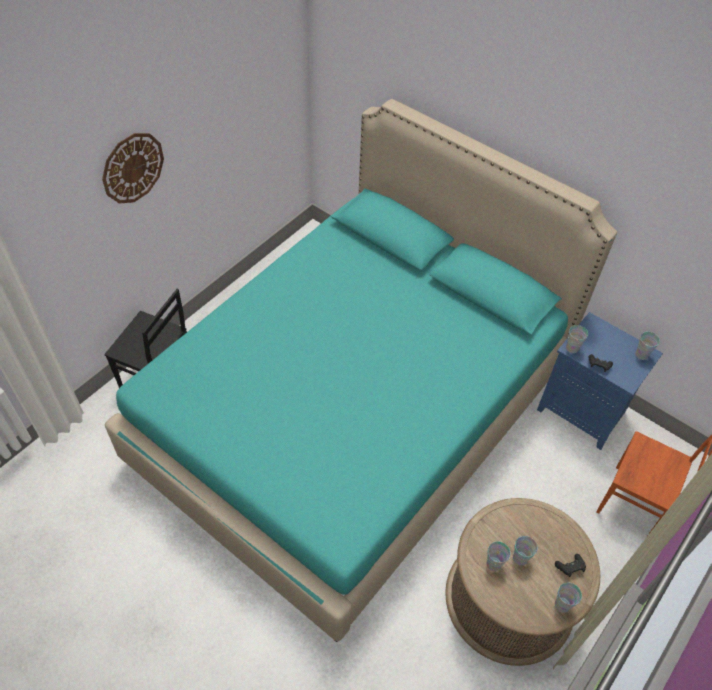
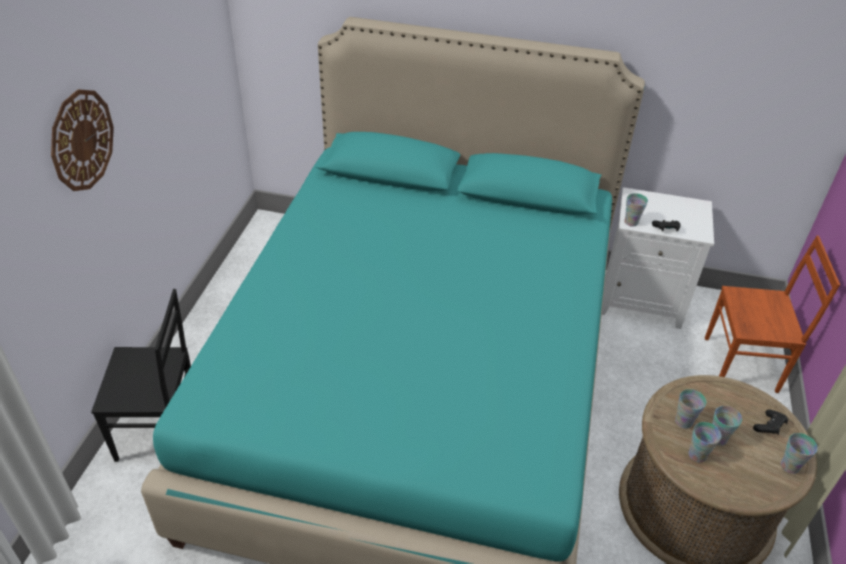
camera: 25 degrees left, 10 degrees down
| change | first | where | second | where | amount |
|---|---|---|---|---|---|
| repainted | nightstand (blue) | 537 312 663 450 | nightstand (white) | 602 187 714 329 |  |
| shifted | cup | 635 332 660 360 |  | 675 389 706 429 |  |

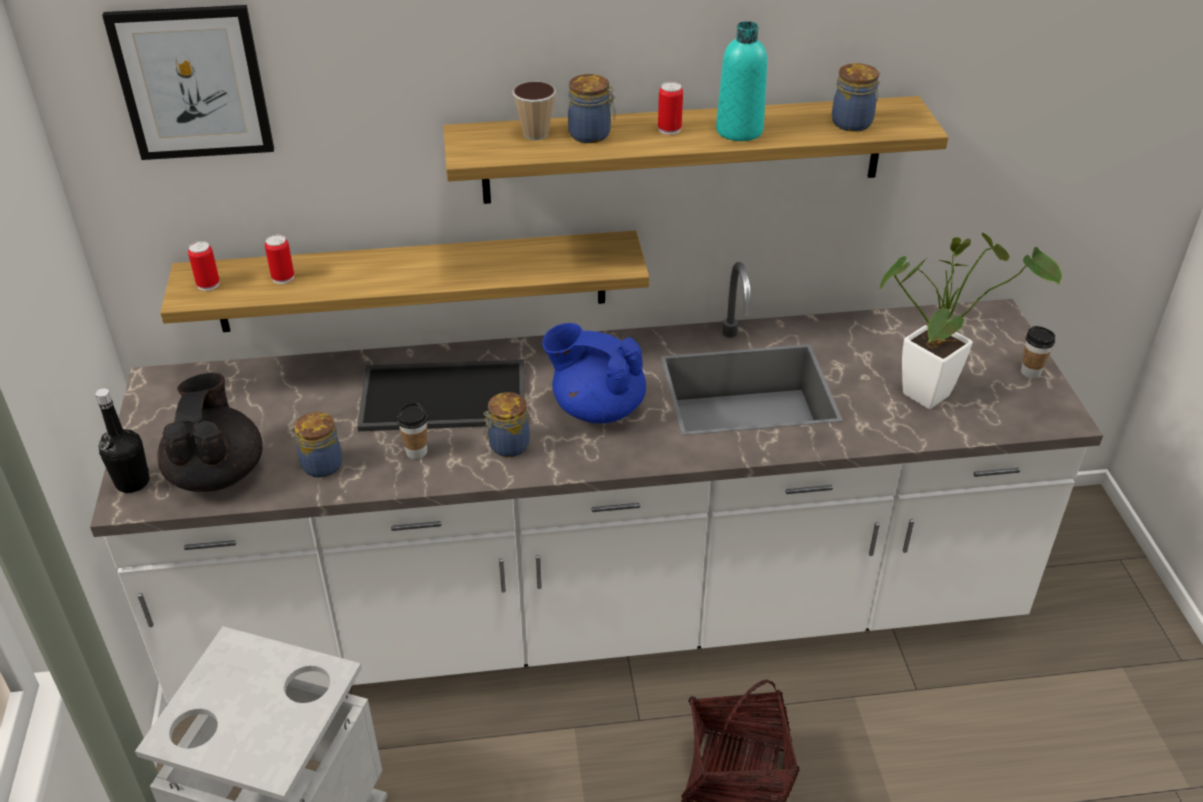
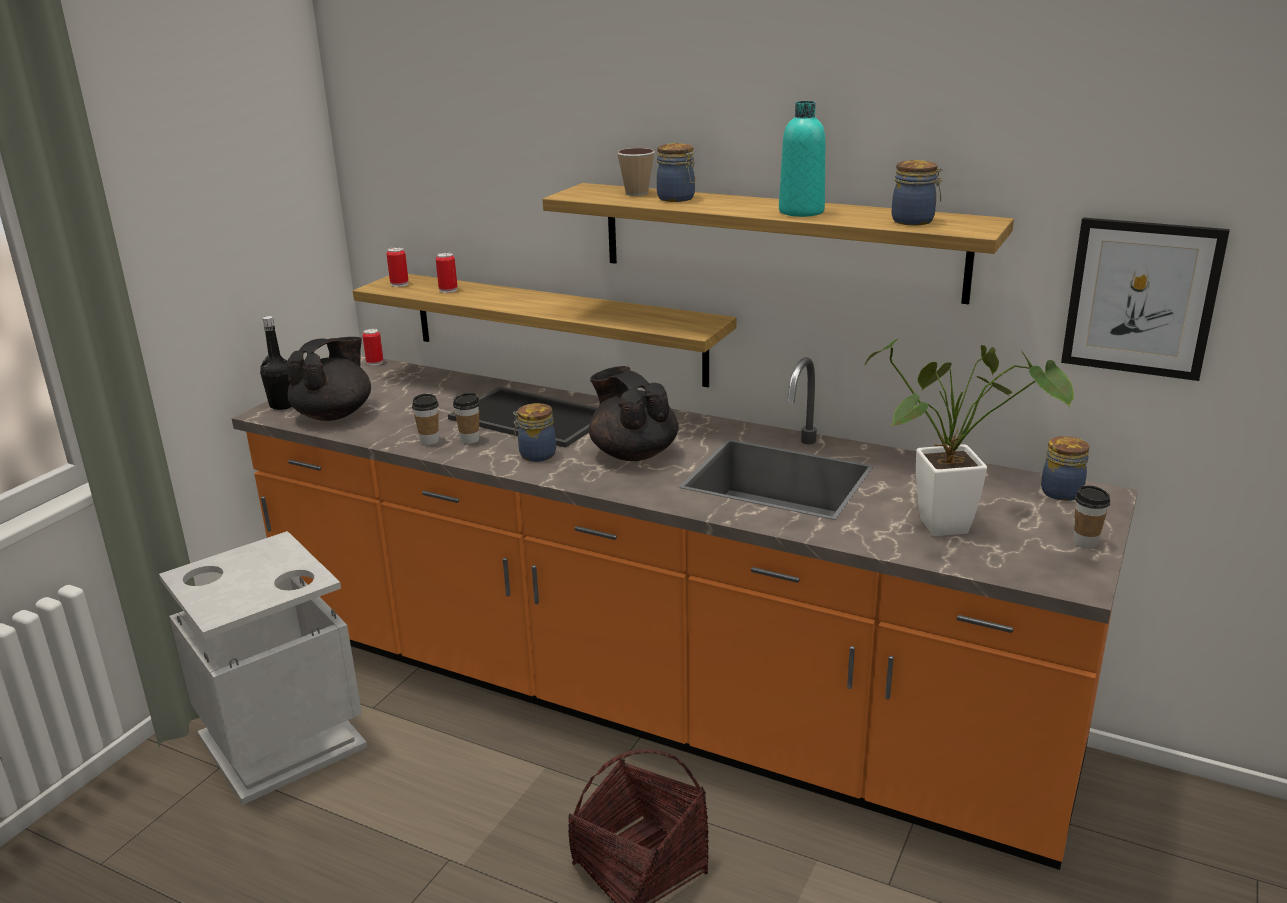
camera: 35 degrees right, 15 degrees down
| change | first | where | second | where | amount |
|---|---|---|---|---|---|
| repainted | counter (white) | 90 262 1103 704 | counter (orange) | 232 355 1138 870 |  |
| shifted | can | 658 82 683 135 |  | 362 329 383 366 |  |
| new |  |  | cup | 412 394 439 445 |  |
| repainted | teapot (blue) | 542 323 646 423 | teapot (black) | 589 366 679 461 |  |
| shifted | jar | 294 412 342 478 |  | 1041 436 1089 501 |  |
| shifted | picture | 102 5 274 160 |  | 1061 217 1230 381 |  |

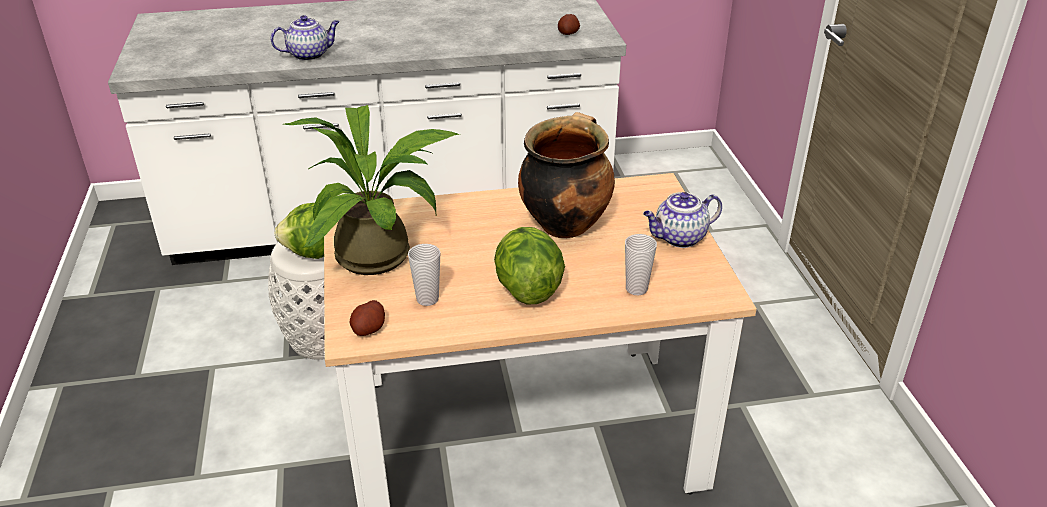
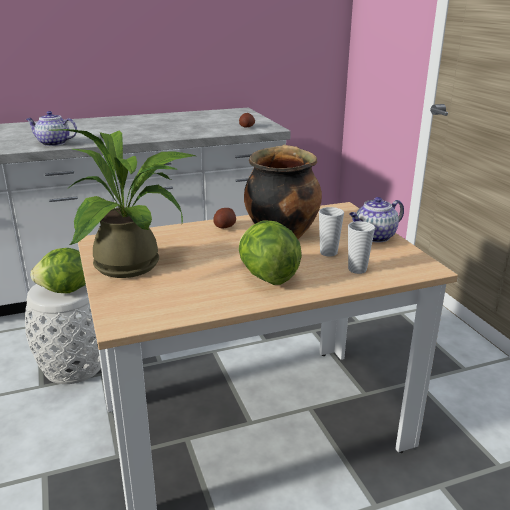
camera: 10 degrees left, 10 degrees down
| change | first | where | second | where | amount |
|---|---|---|---|---|---|
| rotated | teapot | 271 15 340 61 |  | 26 111 77 146 | 135 degrees counterclockwise |
| shifted | potato | 350 300 385 336 |  | 213 208 236 229 |  |
| shifted | cup | 408 244 440 306 |  | 319 207 344 257 |  |

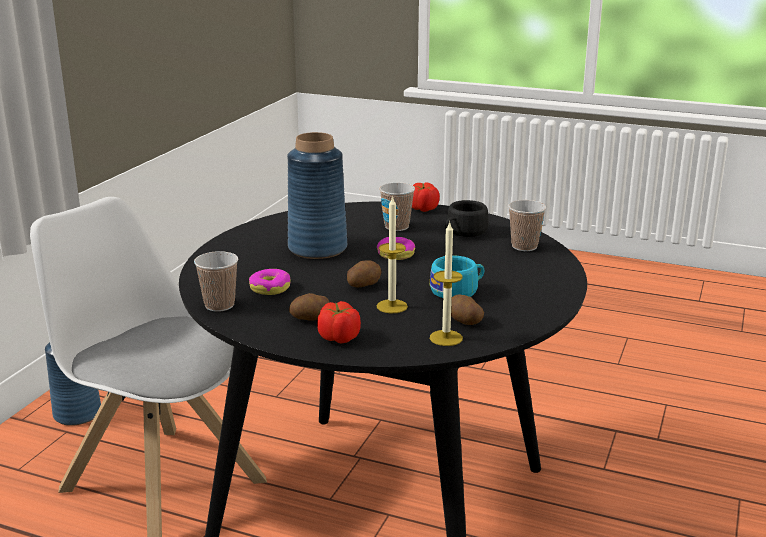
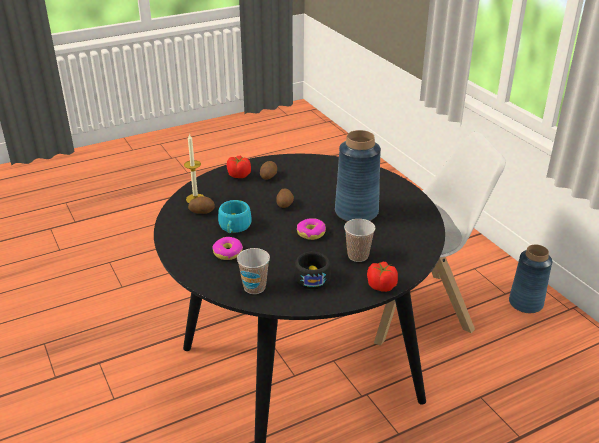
camera: 130 degrees right, 10 degrees up
| change | first | where | second | where | amount |
|---|---|---|---|---|---|
| shifted | donut | 249 269 291 295 |  | 212 237 243 260 |  |
| gone | cup | 194 251 238 312 |  |  |  |
| gone | candle | 377 196 408 314 |  |  |  |

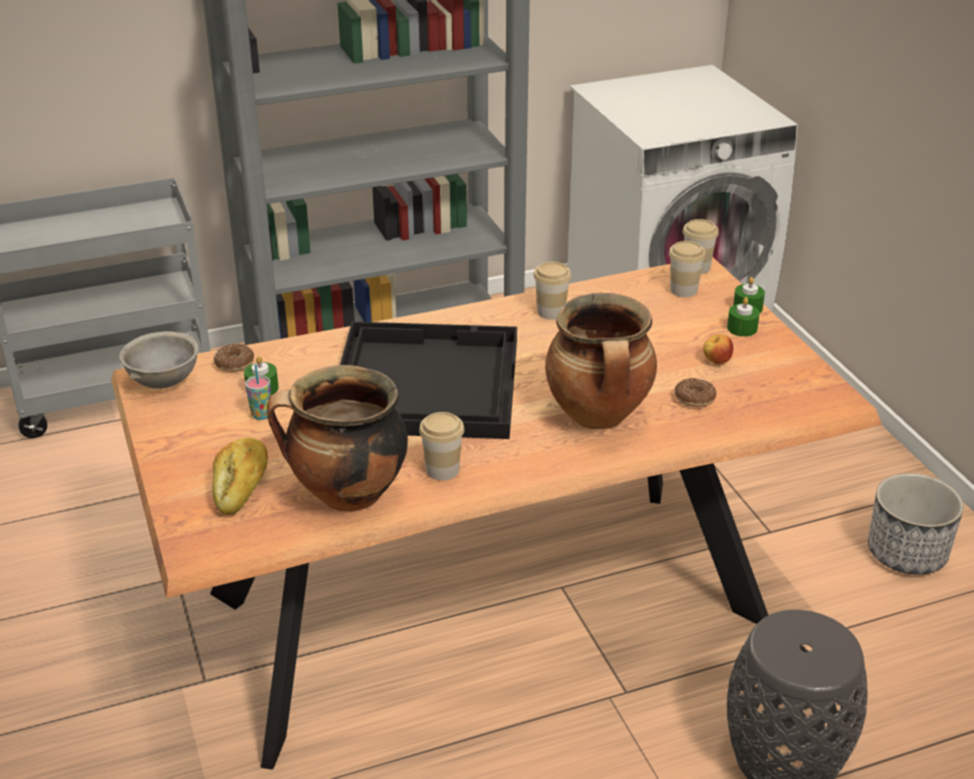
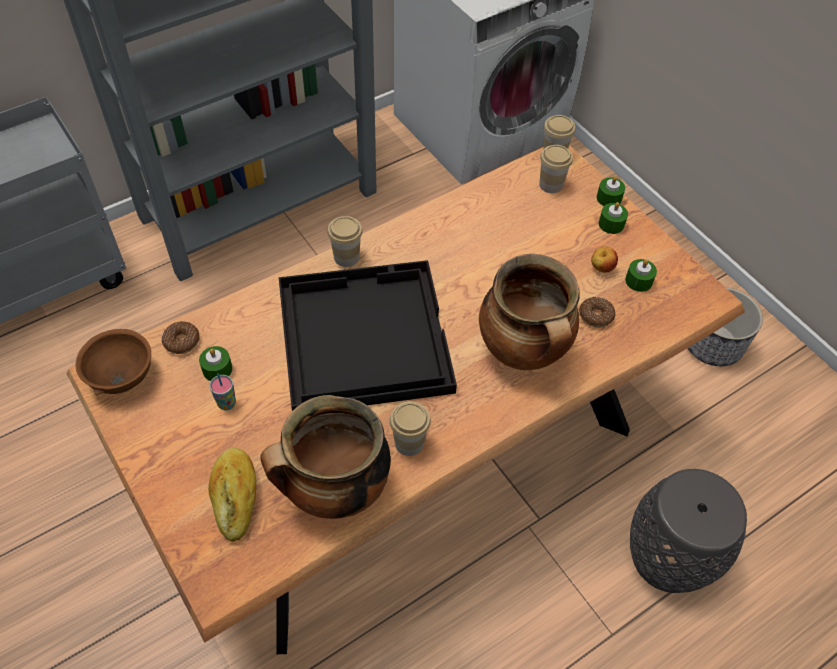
camera: 15 degrees left, 20 degrees up
| change | first | where | second | where | amount |
|---|---|---|---|---|---|
| repainted | bowl (grey) | 119 331 199 389 | bowl (brown) | 75 329 151 395 |  |
| shifted | cup | 534 262 571 320 |  | 327 216 363 267 |  |
| new |  |  | candle (green) | 625 259 657 292 |  |

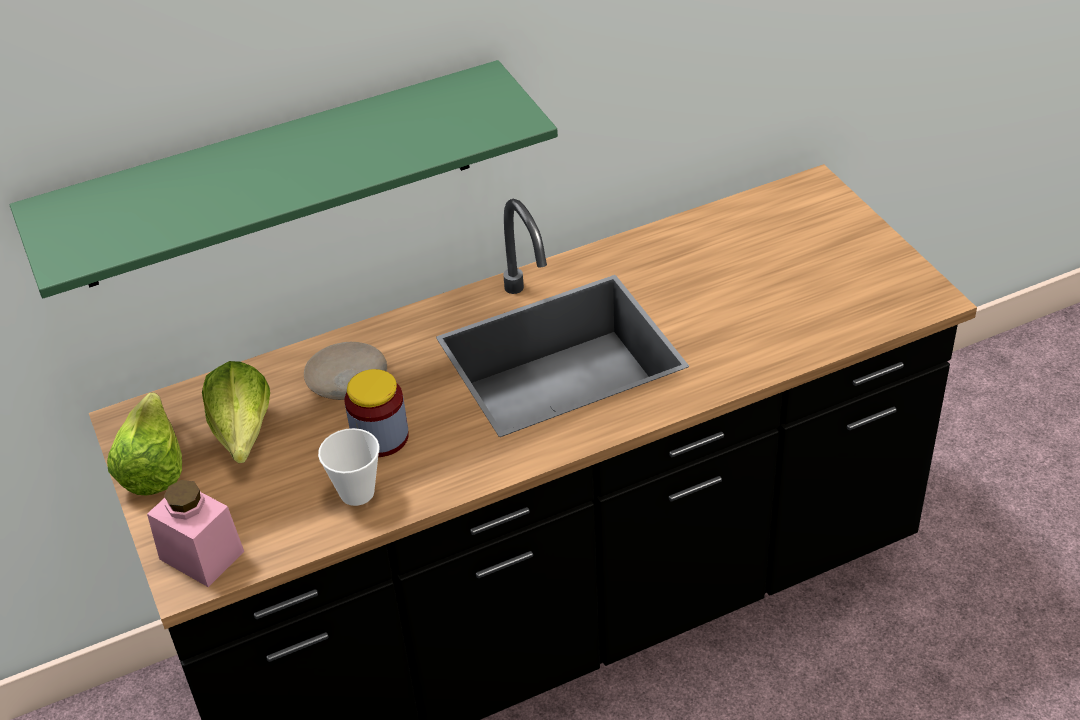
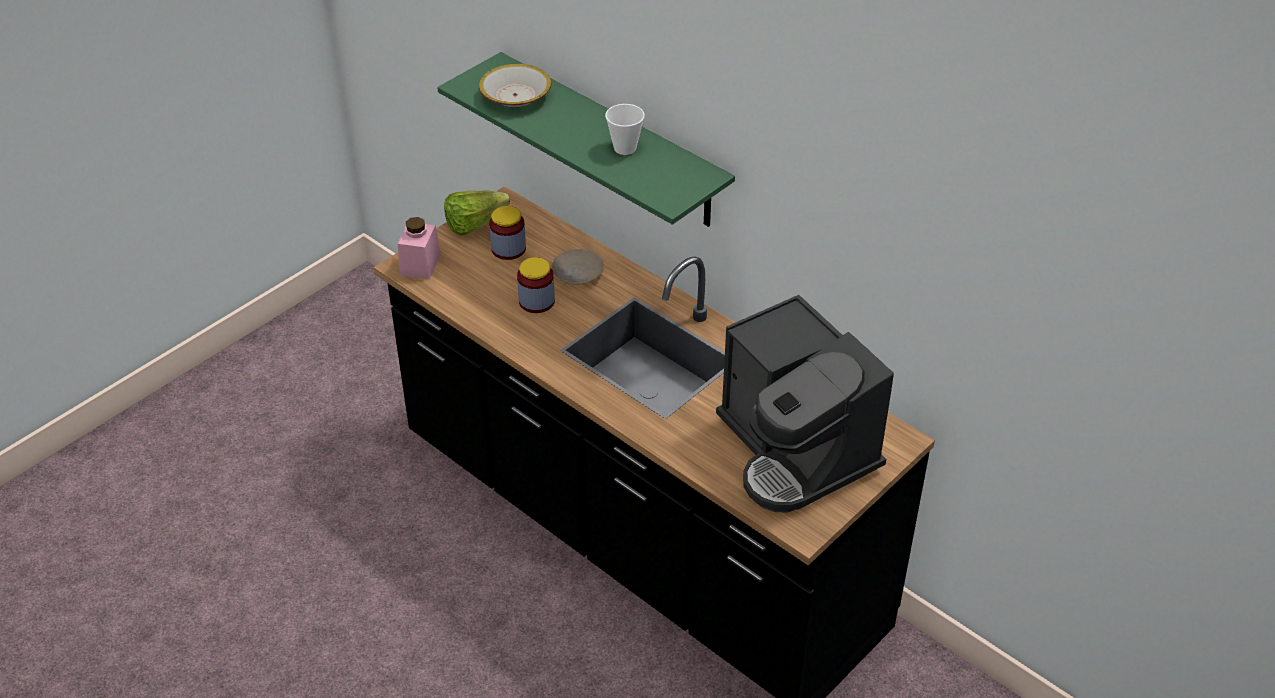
camera: 65 degrees right, 0 degrees up
| change | first | where | second | where | amount |
|---|---|---|---|---|---|
| new |  |  | bowl | 479 64 551 108 |  |
| swapped | lettuce | 202 361 270 463 | jar | 489 206 526 260 |  |
| shifted | cup | 318 428 380 506 |  | 605 104 645 155 |  |
| new |  |  | coffee machine | 716 295 894 512 |  |

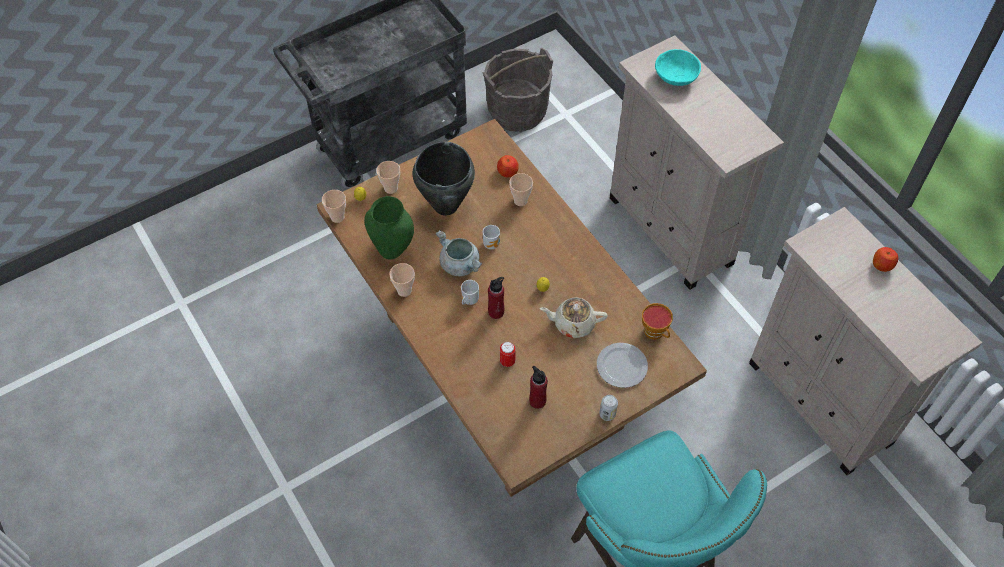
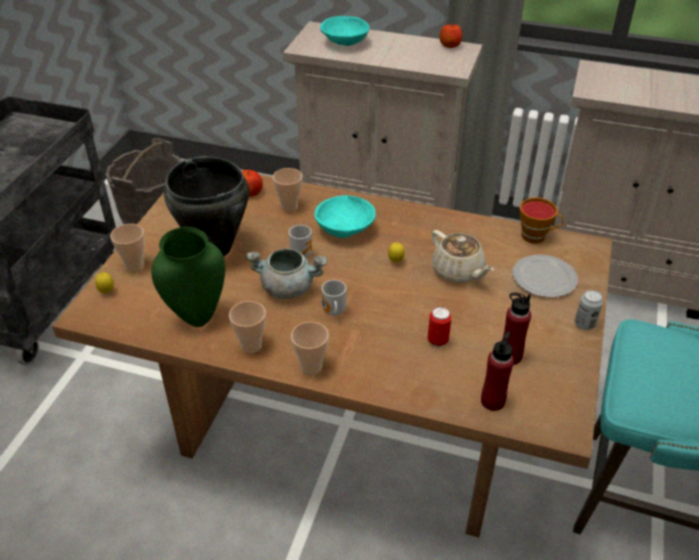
camera: 40 degrees left, 15 degrees down
| change | first | where | second | where | amount |
|---|---|---|---|---|---|
| shifted | cup | 322 190 346 223 |  | 291 322 329 375 |  |
| new |  |  | bowl (turquoise) | 314 195 376 238 |  |
| rotated | teapot (beige) | 540 297 608 338 |  | 432 230 494 283 | 90 degrees counterclockwise |
| shifted | apple | 873 247 898 272 |  | 439 23 462 48 |  |
| shifted | bottle (red) | 488 277 504 319 |  | 481 331 514 411 |  |

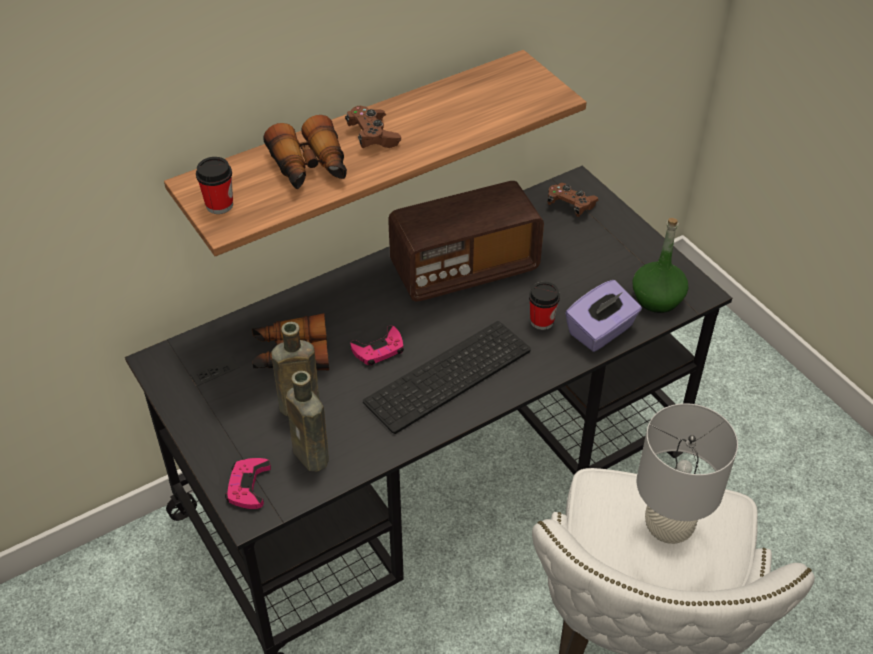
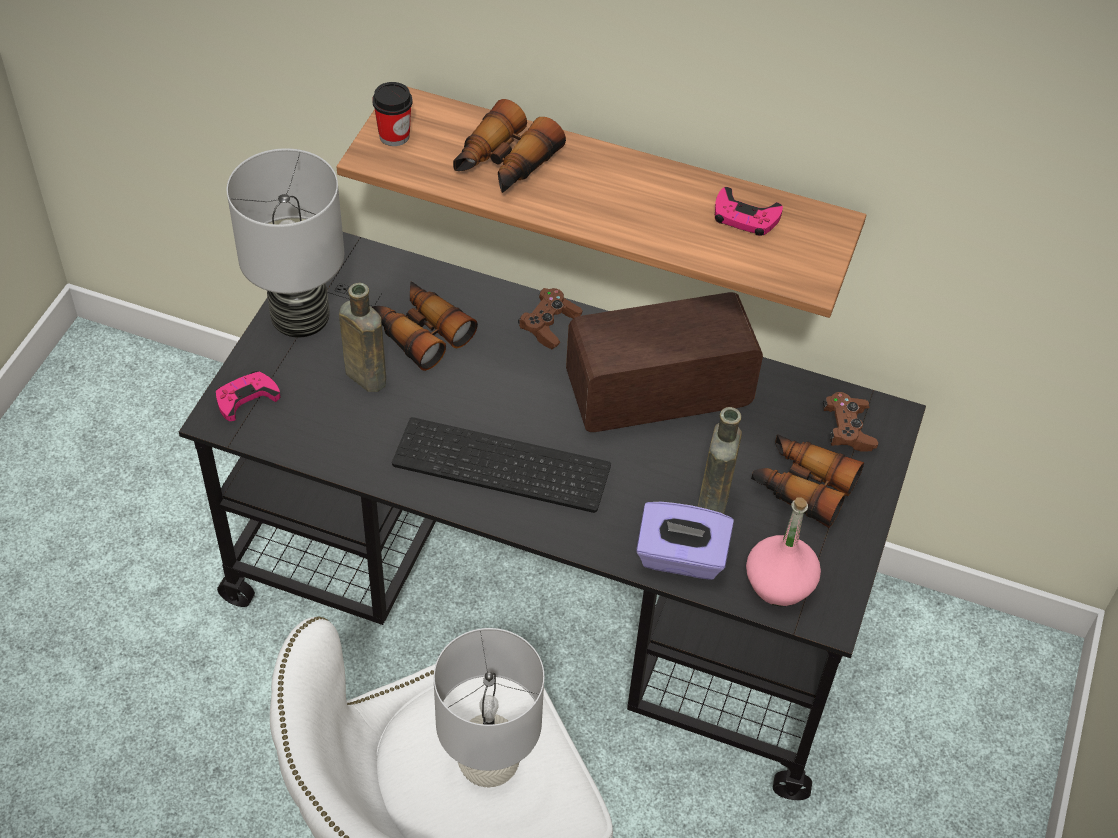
camera: 50 degrees right, 5 degrees up
| change | first | where | second | where | amount |
|---|---|---|---|---|---|
| new |  |  | table lamp (grey) | 227 148 344 338 |  |
| shifted | game controller (brown) | 345 106 401 148 |  | 518 288 582 349 |  |
| rotated | radio | 388 181 544 302 |  | 566 292 763 432 | 135 degrees clockwise |
| shifted | bottle (brown) | 286 371 329 471 |  | 698 407 742 514 |  |
| shifted | game controller (pink) | 350 326 404 366 |  | 715 187 783 236 |  |
| repainted | bottle (green) | 633 218 688 313 | bottle (pink) | 746 497 821 606 |  |
| new |  |  | binoculars | 751 434 864 528 |  |
| gone | cup | 529 282 560 330 |  |  |  |

